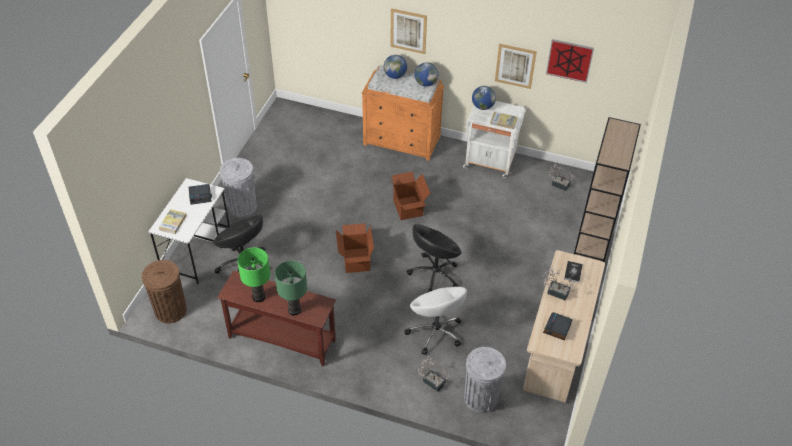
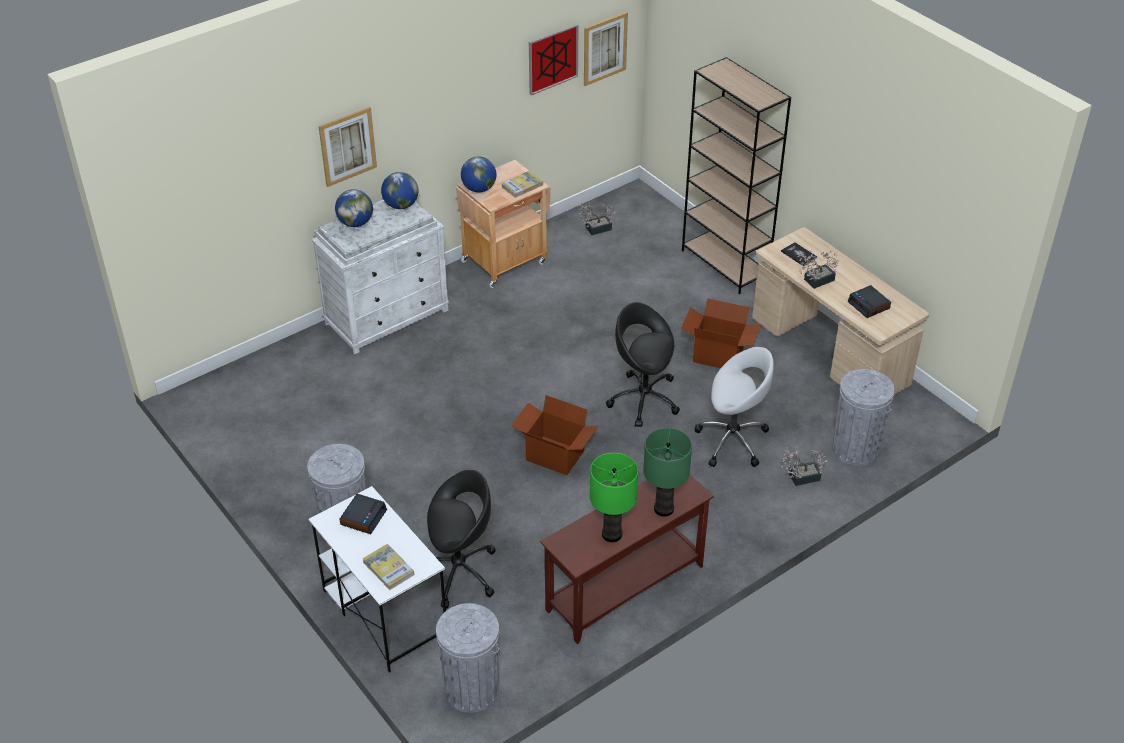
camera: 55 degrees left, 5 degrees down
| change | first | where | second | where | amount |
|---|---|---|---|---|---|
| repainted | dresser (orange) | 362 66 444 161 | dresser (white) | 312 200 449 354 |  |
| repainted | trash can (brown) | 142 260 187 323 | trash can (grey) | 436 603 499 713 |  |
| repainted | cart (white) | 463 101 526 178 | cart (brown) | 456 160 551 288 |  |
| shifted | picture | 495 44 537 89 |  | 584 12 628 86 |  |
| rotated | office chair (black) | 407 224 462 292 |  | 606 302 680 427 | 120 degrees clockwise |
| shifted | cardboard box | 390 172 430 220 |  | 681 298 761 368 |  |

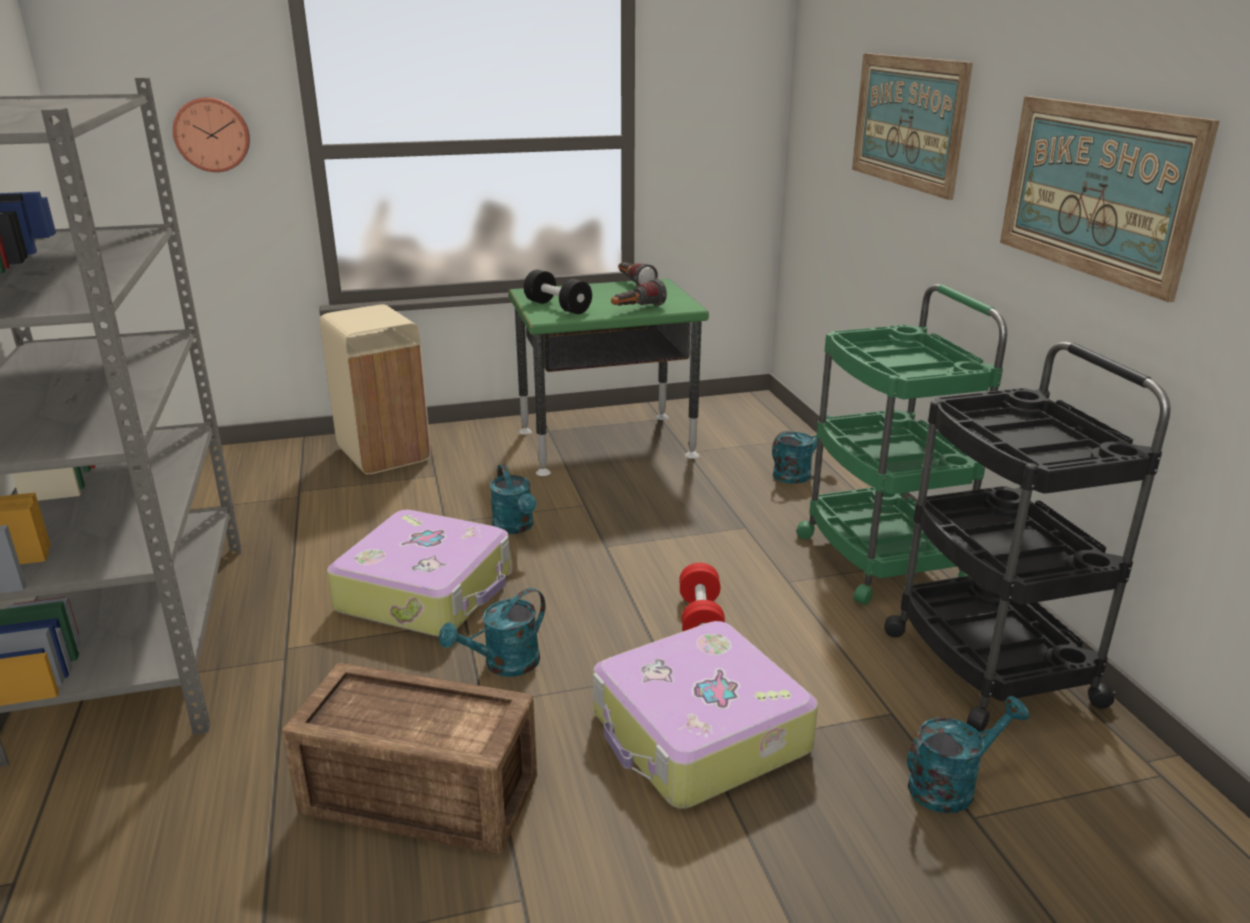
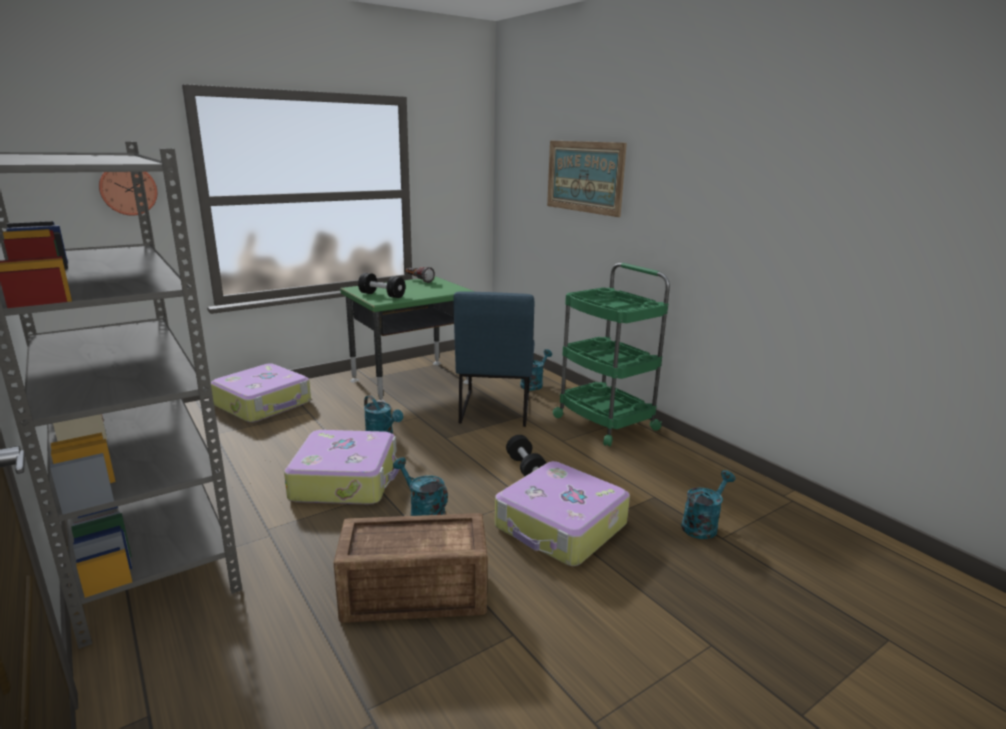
camera: 20 degrees left, 5 degrees down
| change | first | where | second | where | amount |
|---|---|---|---|---|---|
| swapped | trash can (beige) | 320 304 431 474 | suitcase | 211 363 311 423 |  |
| rotated | watering can (turquoise) | 439 588 546 677 |  | 393 457 448 516 | 105 degrees clockwise |
| new |  |  | chair (blue) | 453 291 535 427 |  |
| repainted | dumbbell (red) | 679 563 725 631 | dumbbell (black) | 506 435 547 476 |  |
| gone | flashlight | 611 279 667 306 |  |  |  |
| gone | cart (black) | 884 342 1170 732 |  |  |  |
| gone | picture | 1000 96 1220 302 |  |  |  |

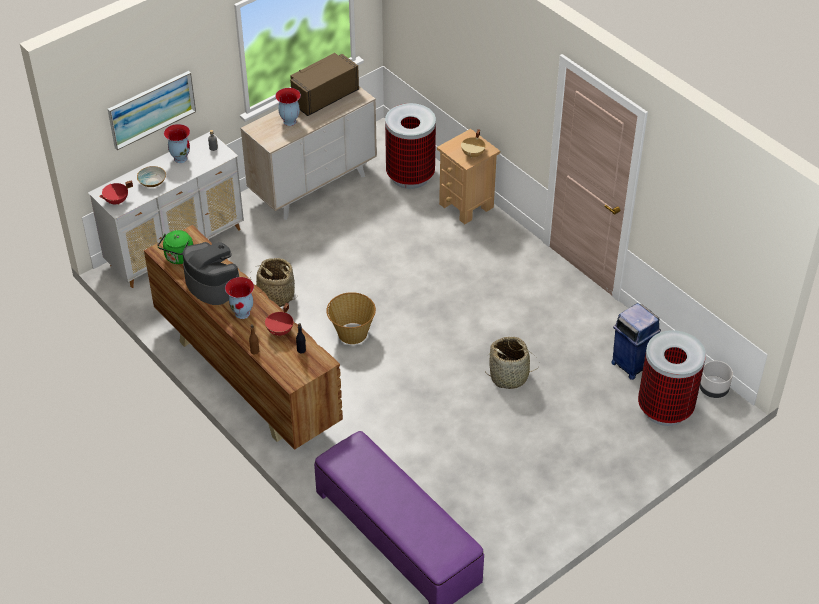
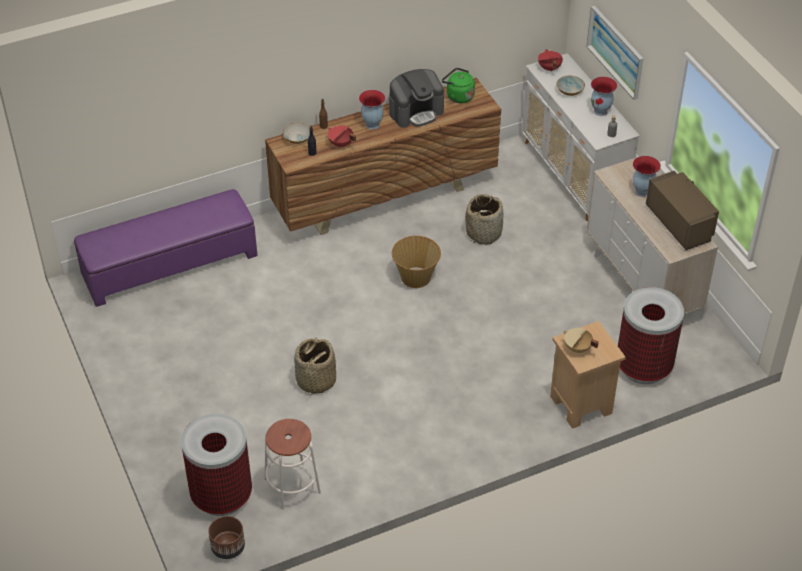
camera: 105 degrees right, 0 degrees up
| change | first | where | second | where | amount |
|---|---|---|---|---|---|
| repainted | planter (grey) | 700 361 733 398 | planter (brown) | 208 516 245 559 |  |
| swapped | trash can (blue) | 611 303 661 380 | stool (white) | 265 419 321 509 |  |
| new |  |  | bowl | 283 123 310 144 |  |

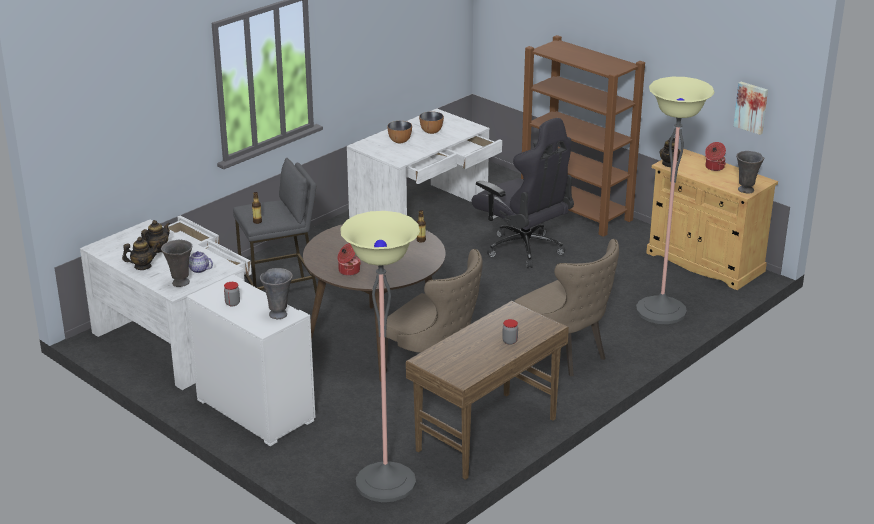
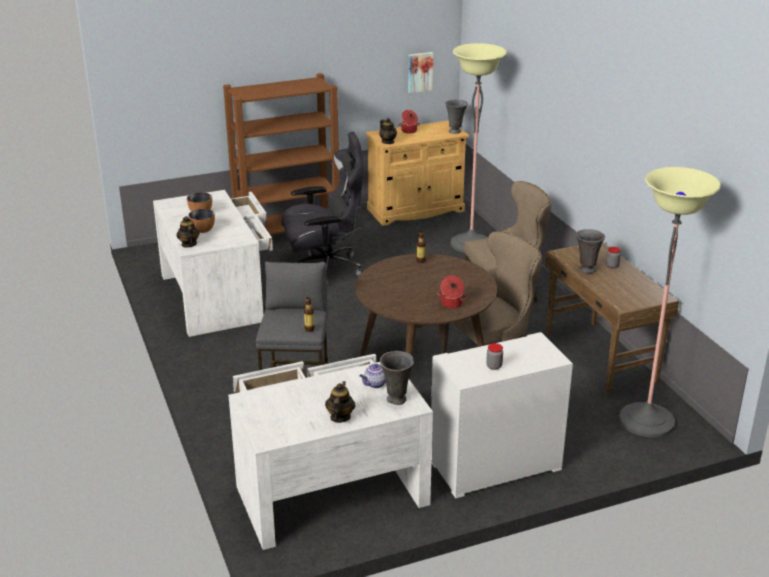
camera: 65 degrees left, 0 degrees up
| change | first | where | second | where | amount |
|---|---|---|---|---|---|
| shifted | teapot | 141 220 170 253 |  | 177 216 200 248 |  |
| shifted | vase (grey) | 260 268 293 319 |  | 576 229 605 273 |  |

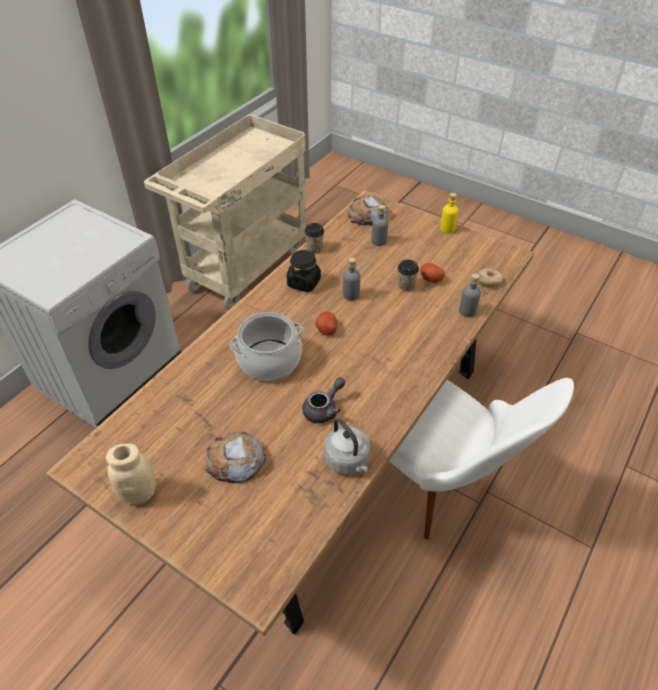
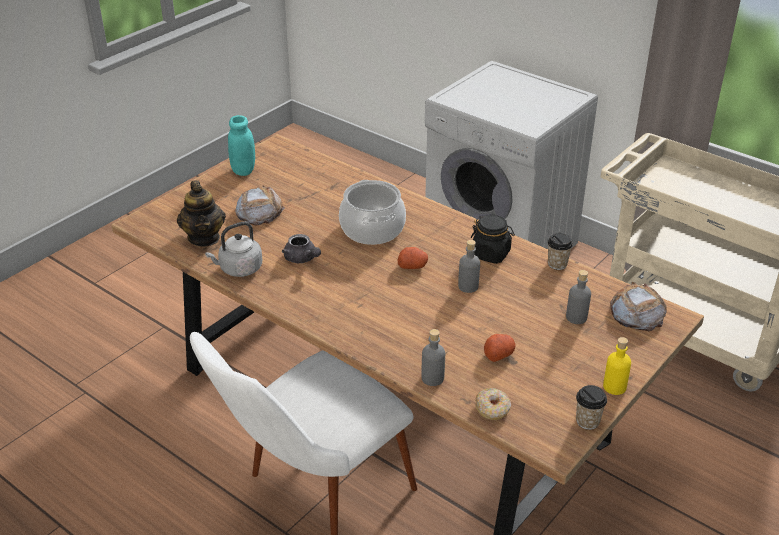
camera: 95 degrees right, 10 degrees down
| change | first | where | second | where | amount |
|---|---|---|---|---|---|
| new |  |  | teapot | 177 180 226 247 |  |
| repainted | jar (beige) | 106 444 156 505 | jar (turquoise) | 228 115 255 176 |  |
| shifted | cup | 397 260 419 291 |  | 576 385 607 430 |  |

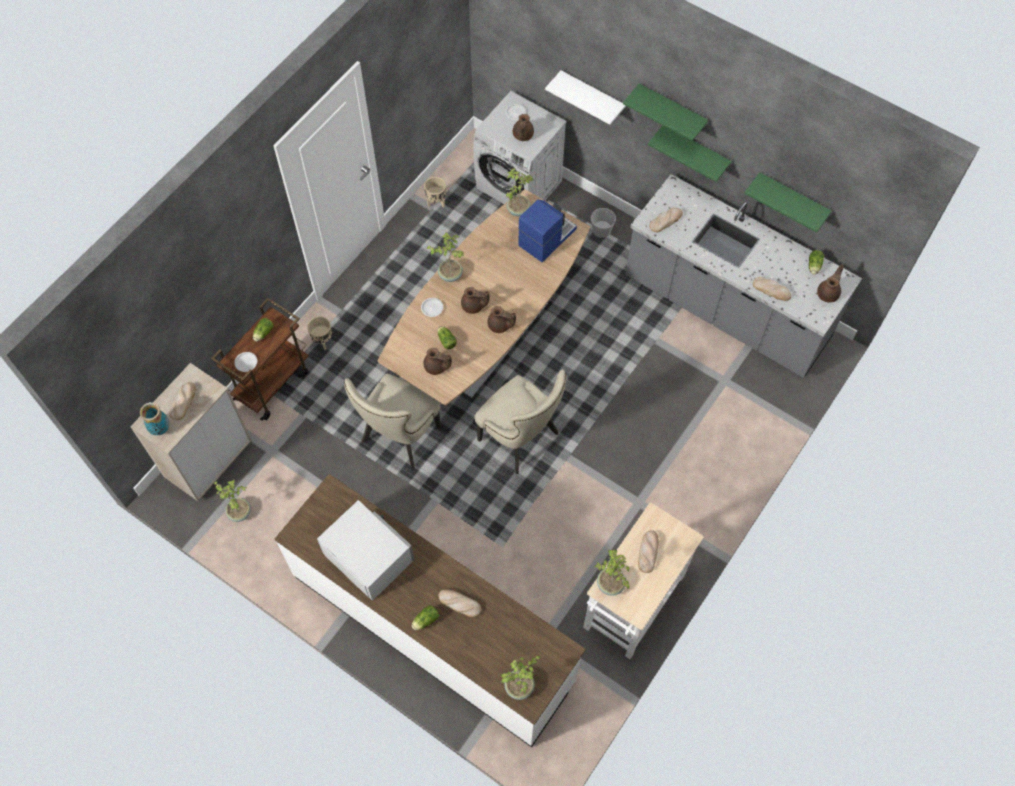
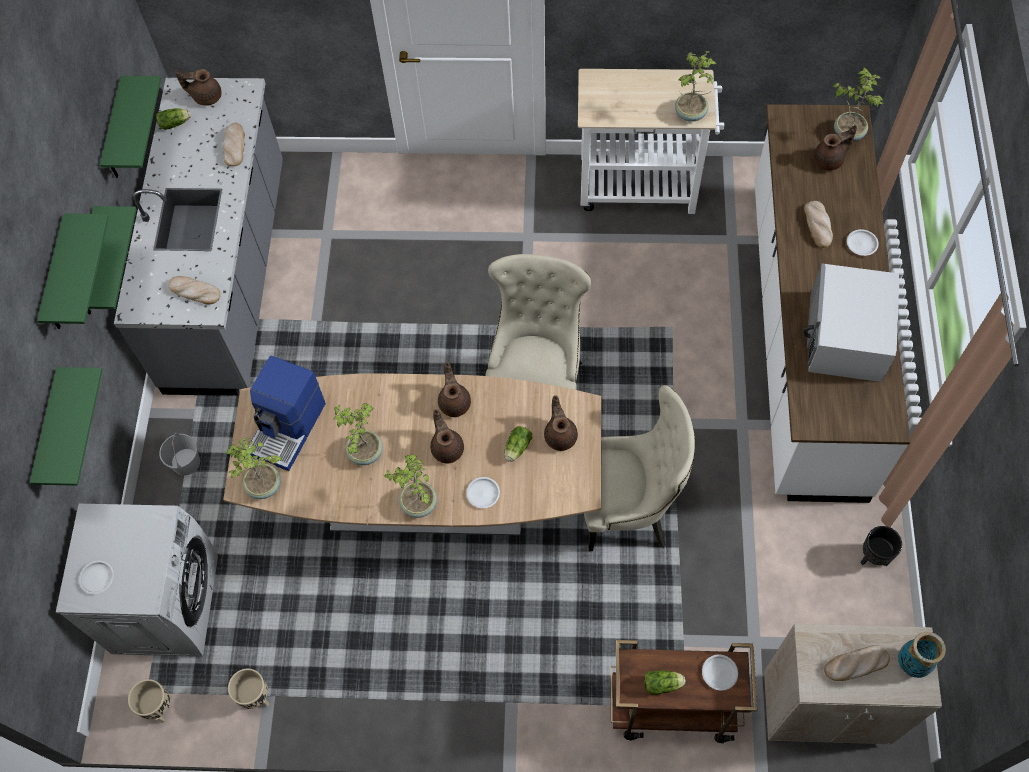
camera: 120 degrees left, 0 degrees up
| change | first | where | second | where | amount |
|---|---|---|---|---|---|
| repainted | shelf (white) | 545 70 626 125 | shelf (green) | 30 367 103 486 |  |
| shifted | planter (beige) | 307 316 332 350 |  | 128 679 172 723 |  |
| rotated | coffee machine | 518 200 577 262 |  | 249 356 326 471 | 75 degrees counterclockwise |
| shifted | potted plant | 214 479 251 522 |  | 334 403 383 465 |  |
| shifted | teapot (brown) | 513 114 534 141 |  | 813 125 857 171 |  |
| swapped | lettuce | 412 605 439 630 | plate (white) | 847 229 879 256 |  |
| new |  |  | planter (black) | 860 526 902 566 |  |
| gone | bread | 638 530 659 573 |  |  |  |

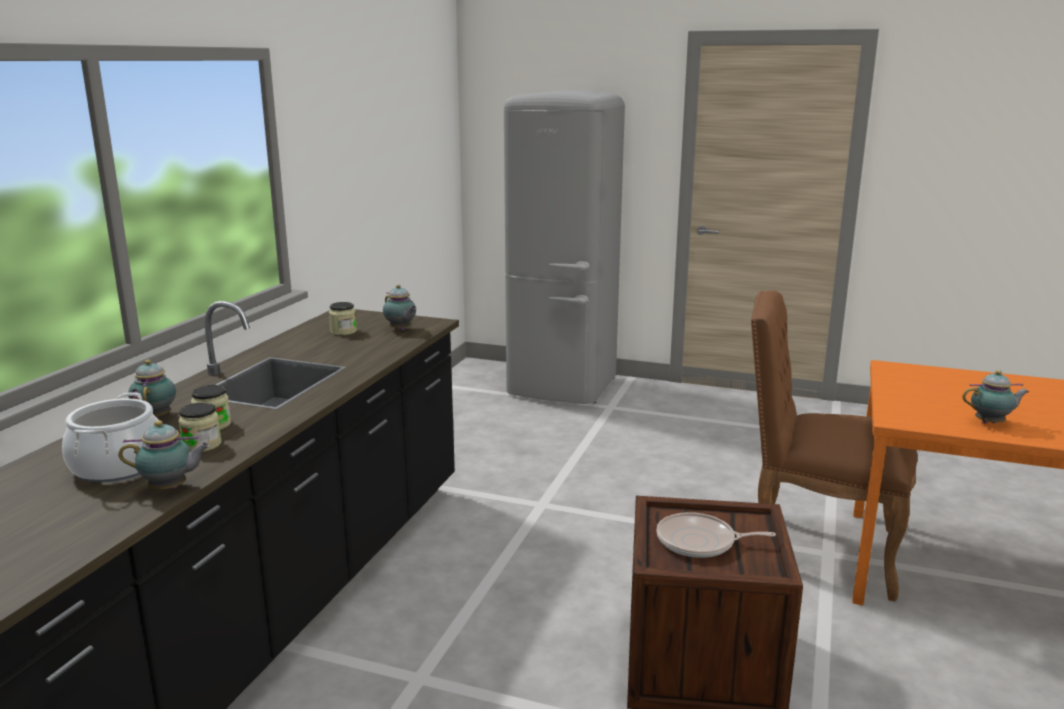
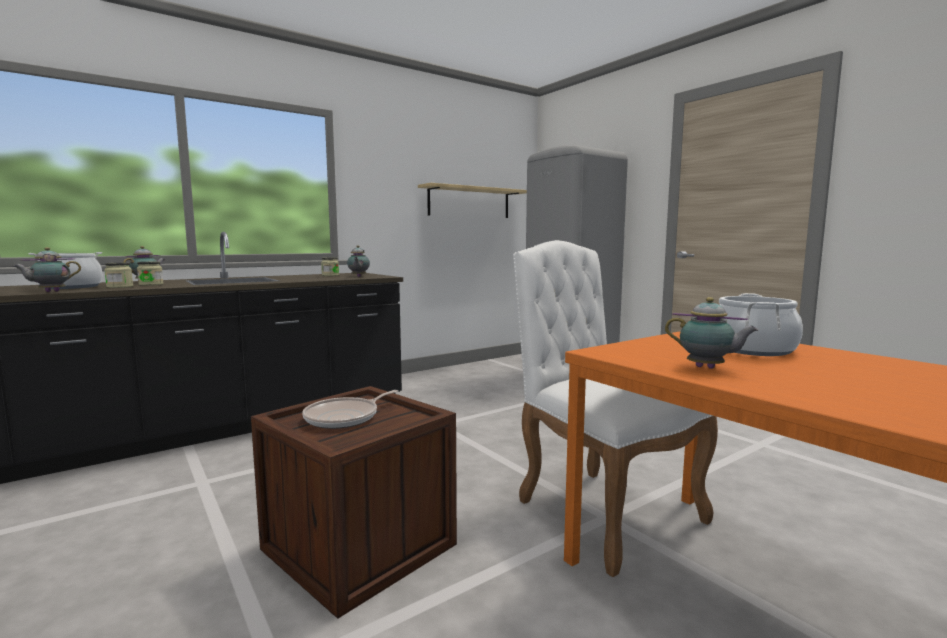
camera: 35 degrees right, 10 degrees down
| change | first | where | second | where | amount |
|---|---|---|---|---|---|
| rotated | teapot | 119 420 210 489 |  | 13 247 81 292 | 105 degrees clockwise |
| rotated | frying pan | 657 512 776 558 |  | 303 390 398 429 | 90 degrees counterclockwise |
| new |  |  | shelf | 418 183 527 218 |  |
| repainted | chair (brown) | 751 291 917 601 | chair (white) | 513 240 718 577 |  |
| new |  |  | cooking pot | 719 293 803 356 |  |

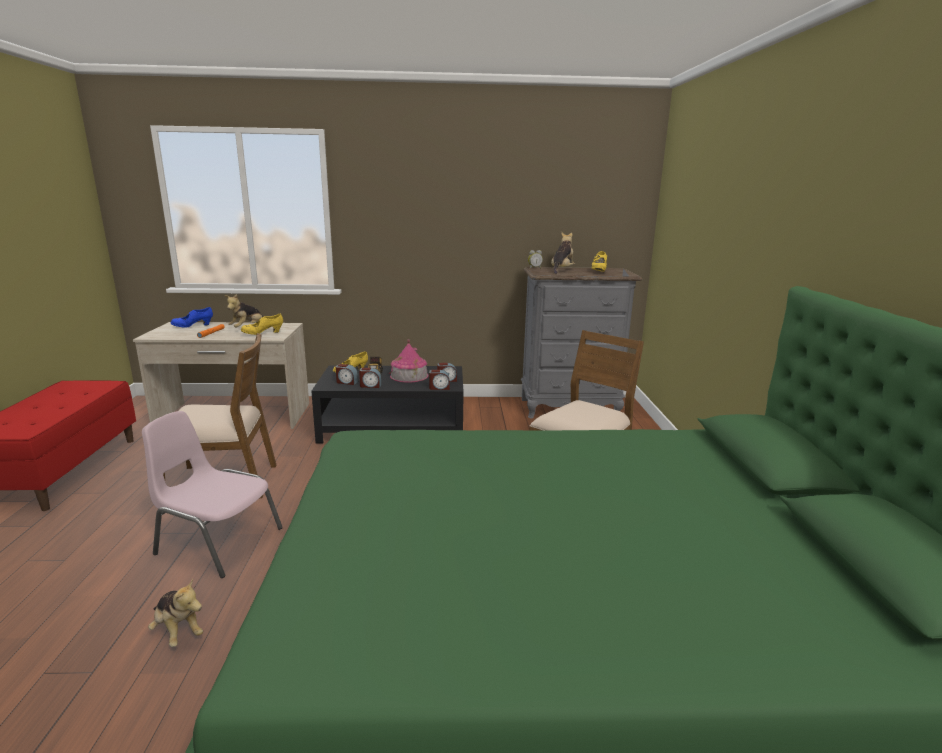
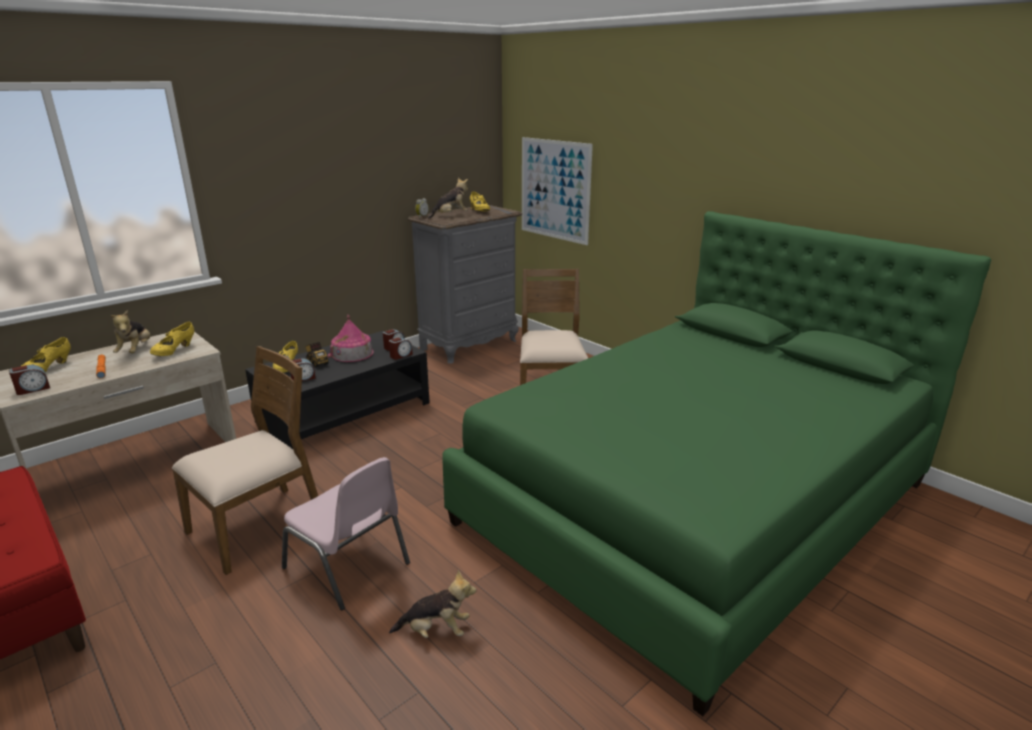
camera: 40 degrees left, 5 degrees up
| change | first | where | second | where | amount |
|---|---|---|---|---|---|
| shifted | alarm clock | 359 368 381 388 |  | 9 365 50 395 |  |
| repainted | shoe (blue) | 171 307 213 328 | shoe (yellow) | 21 337 71 372 |  |
| rotated | chair (pink) | 142 411 283 578 |  | 282 457 410 610 | 120 degrees counterclockwise |
| rotated | plush toy | 551 232 575 274 |  | 428 178 468 219 | 75 degrees clockwise |
| new |  |  | picture | 522 137 593 245 |  |

